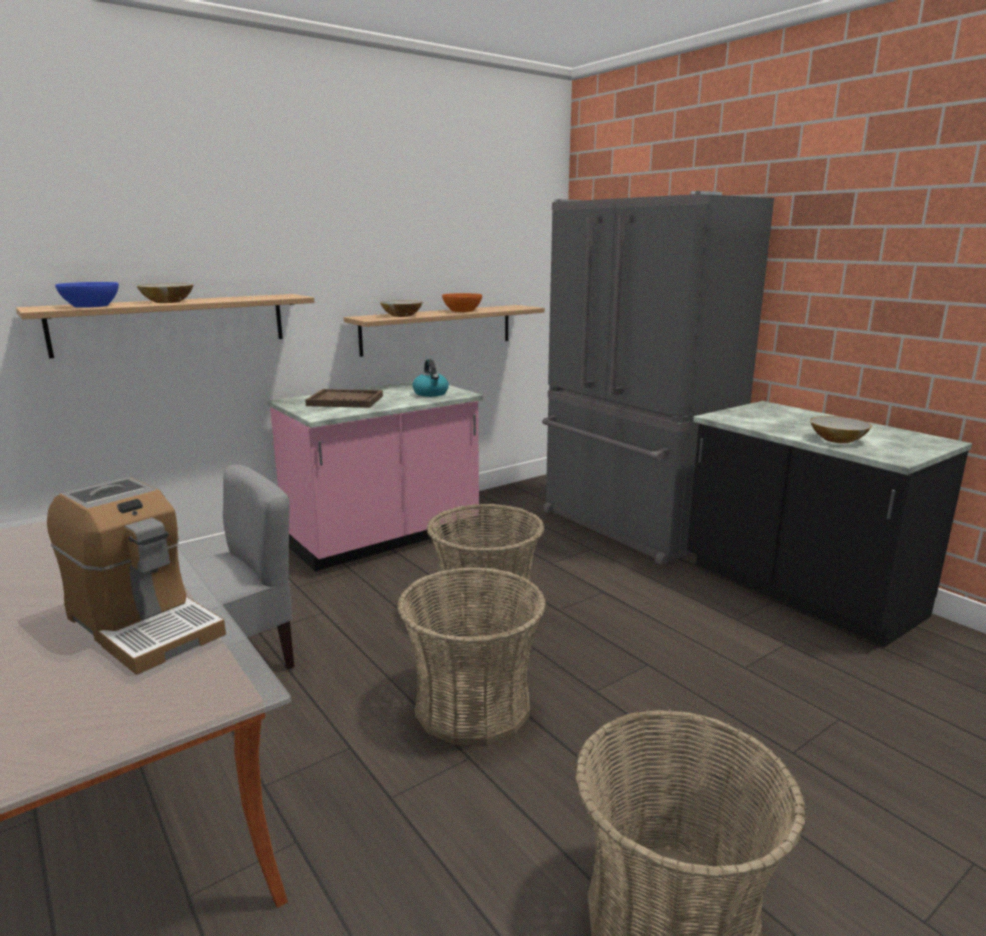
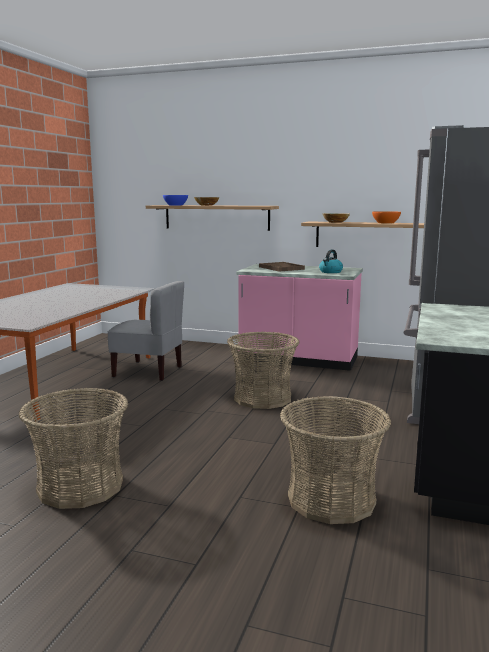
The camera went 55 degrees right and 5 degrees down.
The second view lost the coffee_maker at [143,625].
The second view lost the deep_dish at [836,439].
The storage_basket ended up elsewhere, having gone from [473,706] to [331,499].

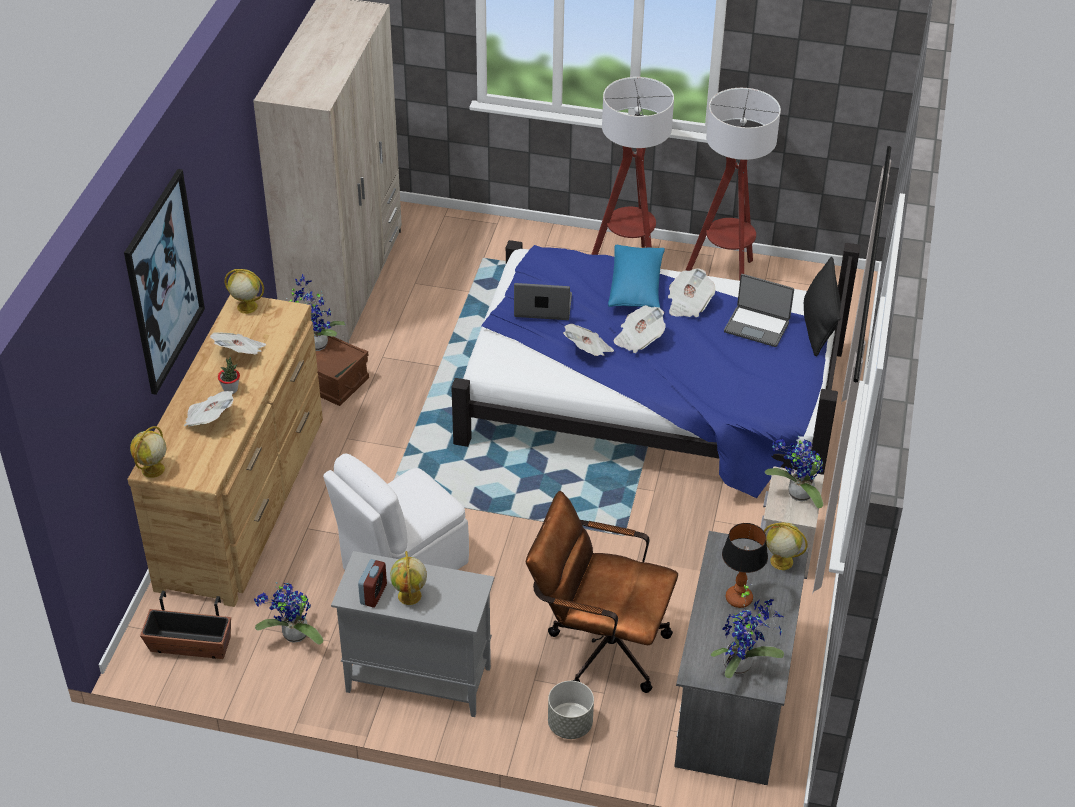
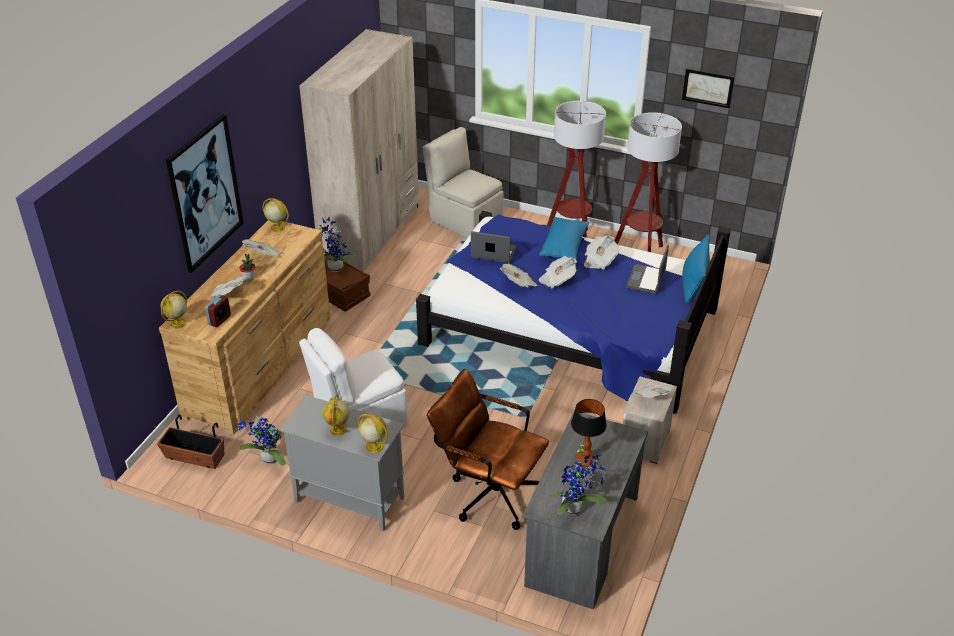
The camera went 10 degrees right and 5 degrees down.
The second view lost the gray_planter at [569,725].
The second view gained the beige_upright_chair at [464,220].
The second view gained the wall_picture at [708,88].
The bedside_clock ended up elsewhere, having gone from [373,594] to [219,320].
The desk_globe ended up elsewhere, having gone from [780,561] to [373,446].
Where the houseplant stood at [797,495], the newspaper came to stand at [653,397].
What was the black_cushion at [819,324] turned into the blue_cushion at [693,283].
The portable_computer at [757,326] ended up facing another way, 75 degrees clockwise from before.

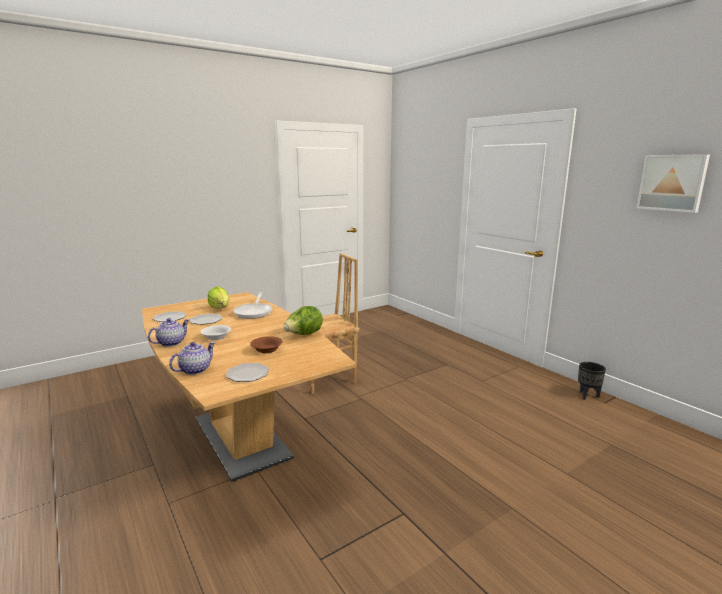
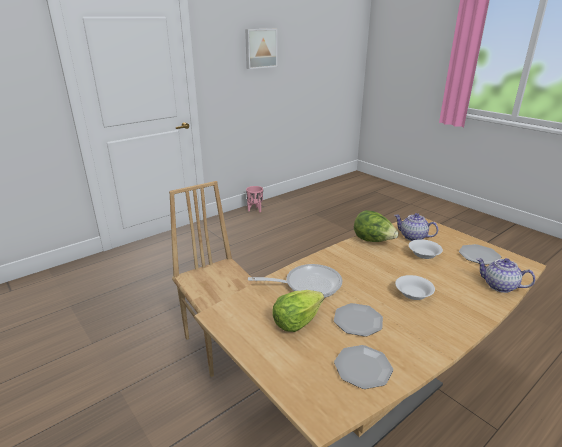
The camera went 95 degrees left and 10 degrees up.
The teapot ended up elsewhere, having gone from [171,343] to [412,237].
What was the brown-coloured_deep_dish at [267,350] turned into the whitish_deep_dish at [423,255].
What was the black_planter at [588,396] turned into the pinkish_planter at [255,210].

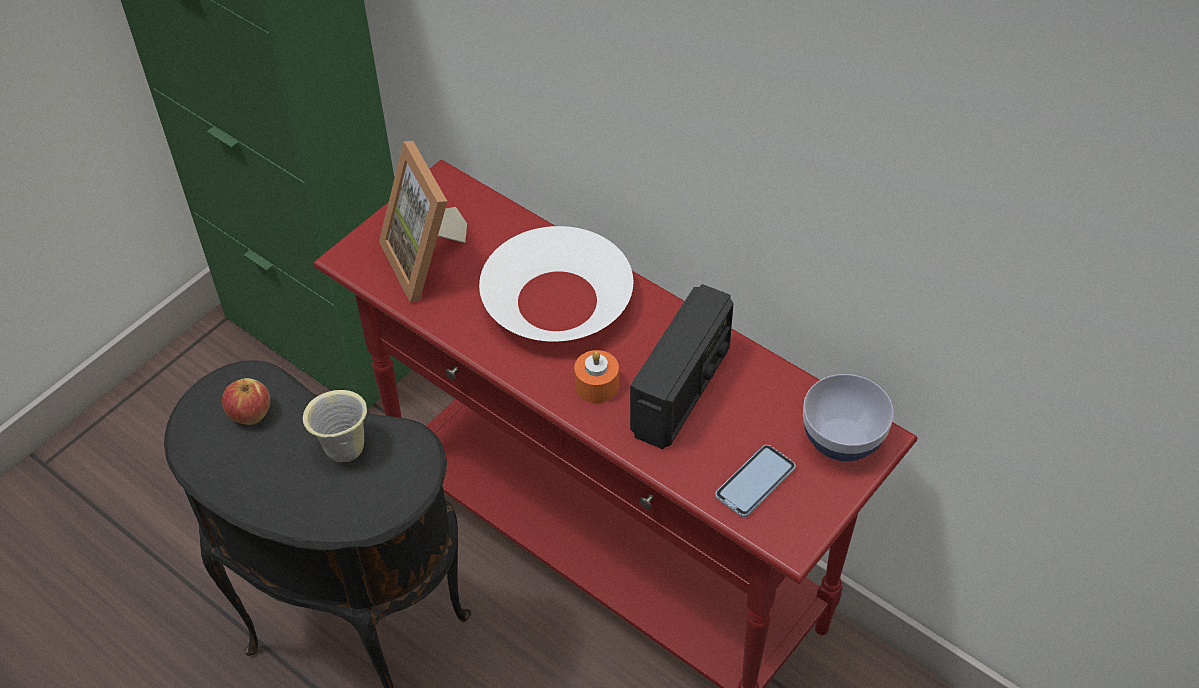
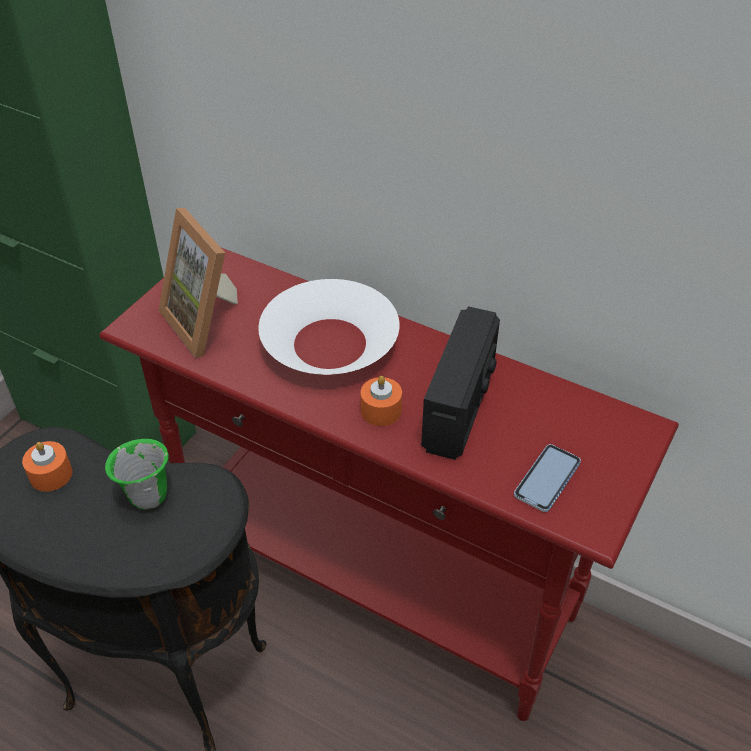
The camera went 10 degrees left and 5 degrees down.
The second view lost the deep_dish at [842,440].
Where the apple stood at [250,413], the orangey_wax_candle came to stand at [51,474].
What was the beige_mug at [343,447] turned into the greenish_mug at [146,496].

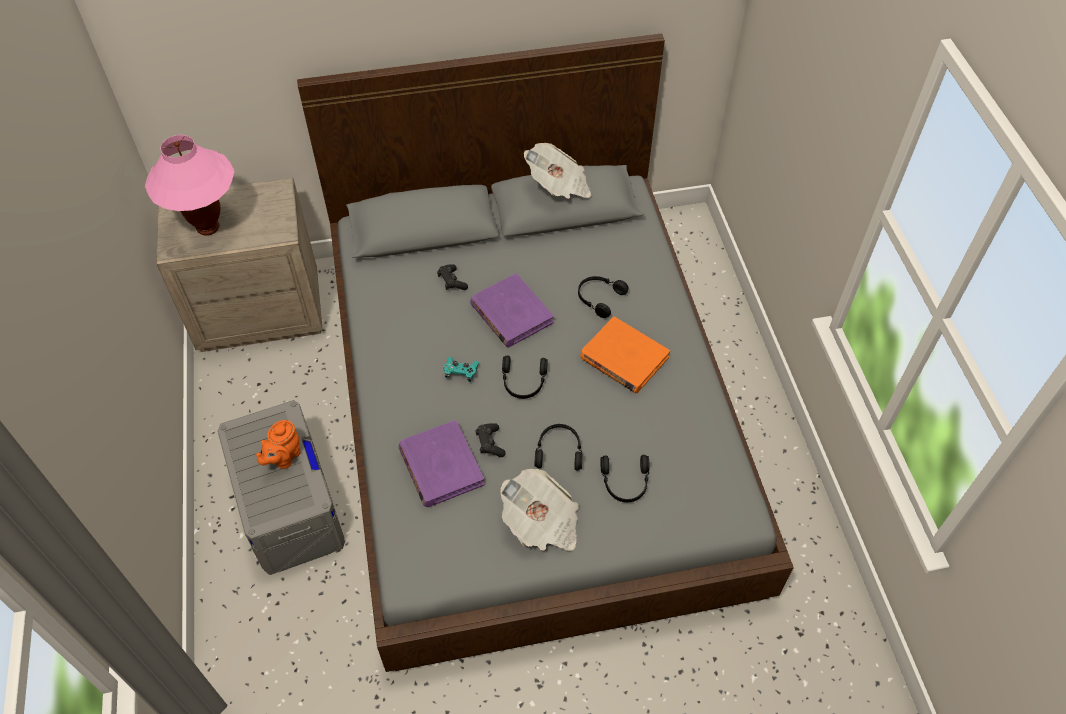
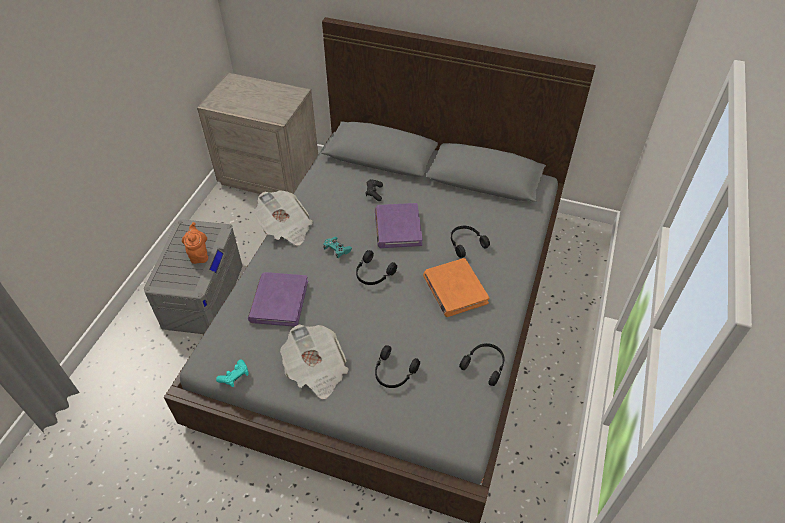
The camera went 30 degrees right and 5 degrees down.
The second view lost the pinkish_table_lamp at [208,228].
The second view lost the black_gamepad at [490,444].
The second view gained the turquoise-coloured_gamepad at [235,377].
The newspaper ended up elsewhere, having gone from [558,186] to [286,228].
The black_pair_of_headphones ended up elsewhere, having gone from [559,451] to [484,365].
The orangey_teapot at [284,457] ended up facing another way, 105 degrees clockwise from before.

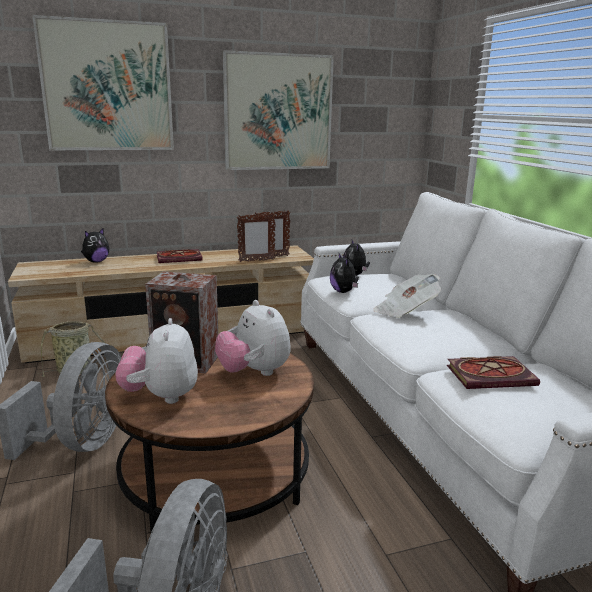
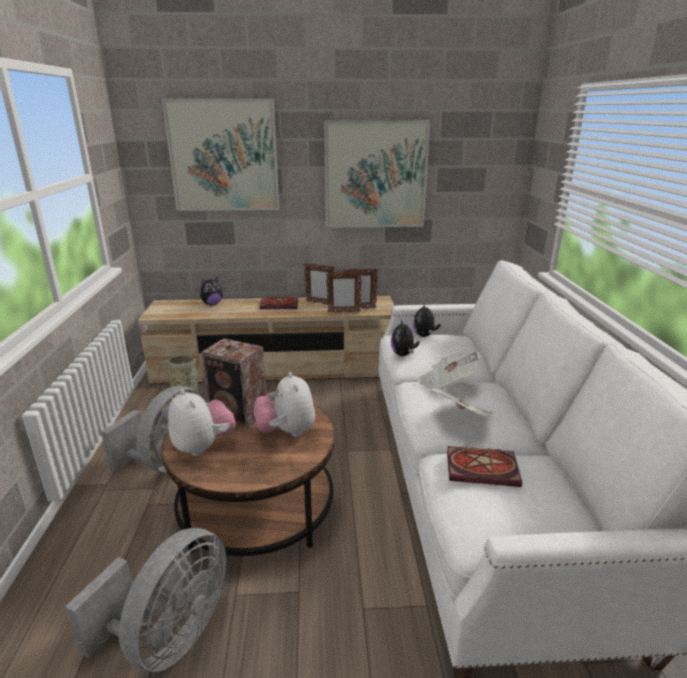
The camera went 15 degrees right and 5 degrees up.
The second view gained the picture_frame at [320,303].
The second view gained the newspaper at [462,418].
The cuddly_toy at [161,396] ended up facing another way, 135 degrees clockwise from before.

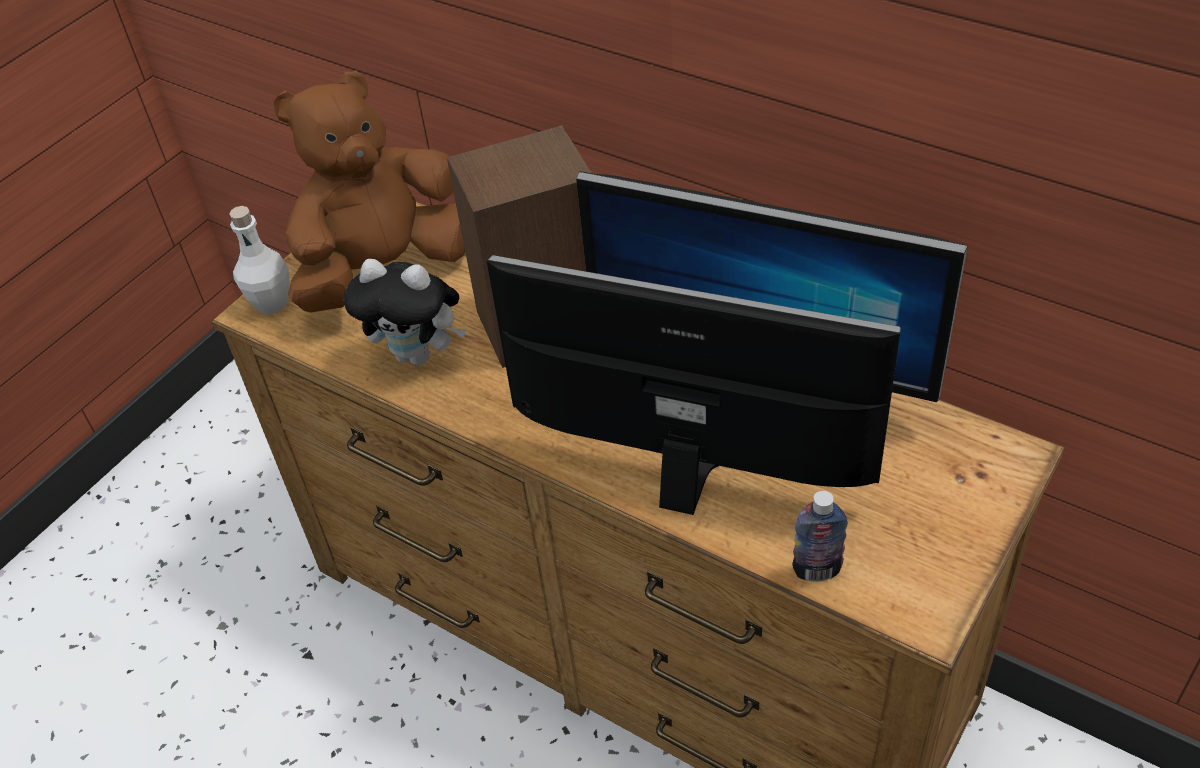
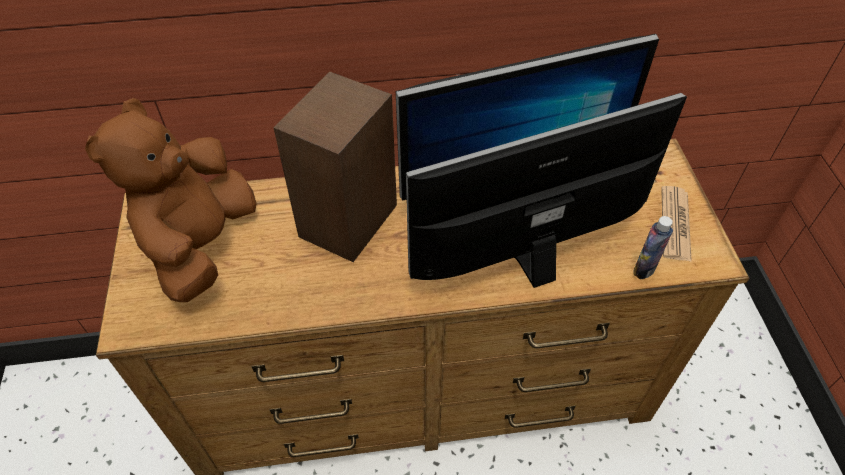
The camera went 45 degrees left and 5 degrees up.
The second view lost the whitish_beverage_bottle at [271,303].
The second view lost the cuddly_toy at [419,354].
The second view gained the newspaper at [675,224].

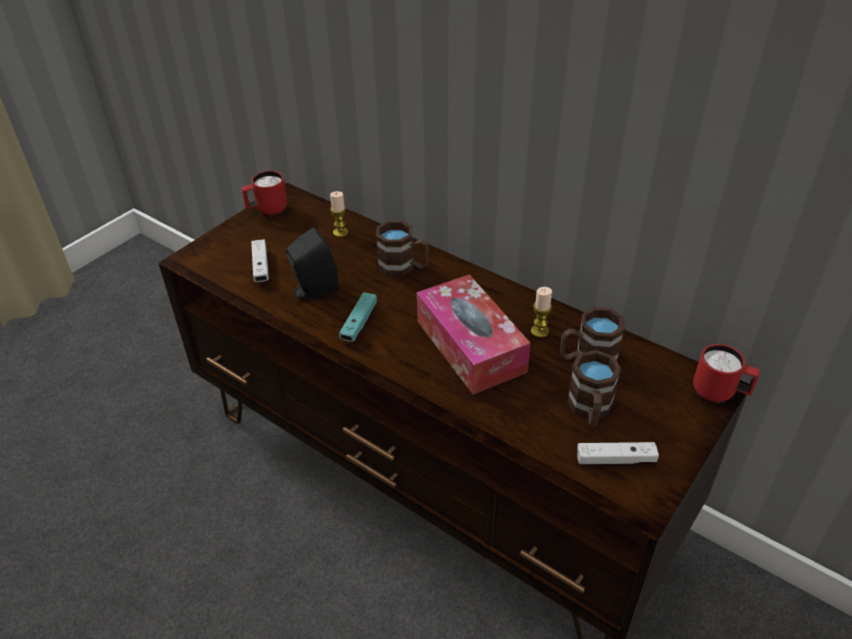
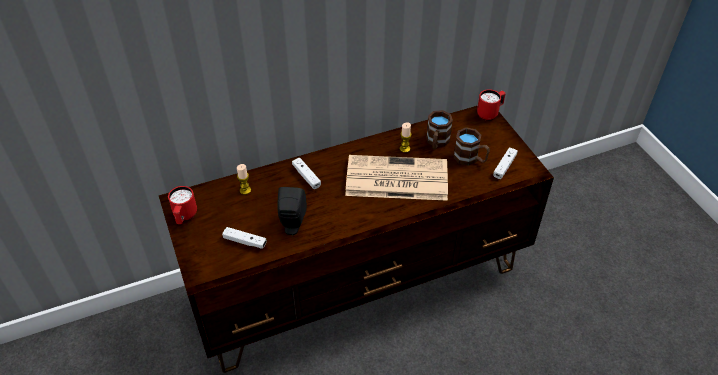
The camera went 60 degrees left and 5 degrees up.
The second view lost the turquoise-coloured_gamepad at [359,323].
Where the brown-coloured_mug stood at [403,267], the whitish_gamepad came to stand at [306,176].
Where the tissue_box stood at [470,346], the newspaper came to stand at [395,179].

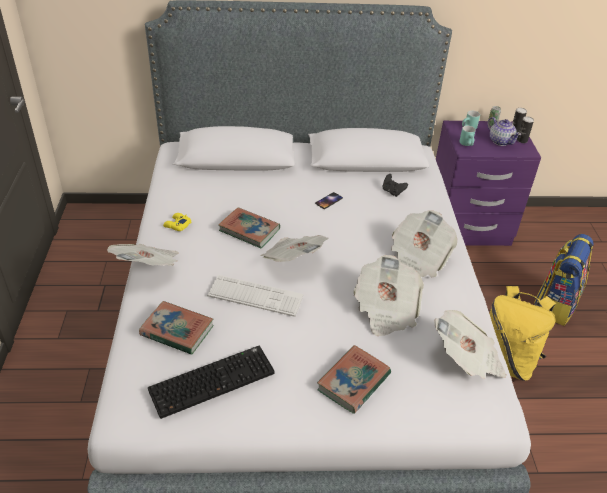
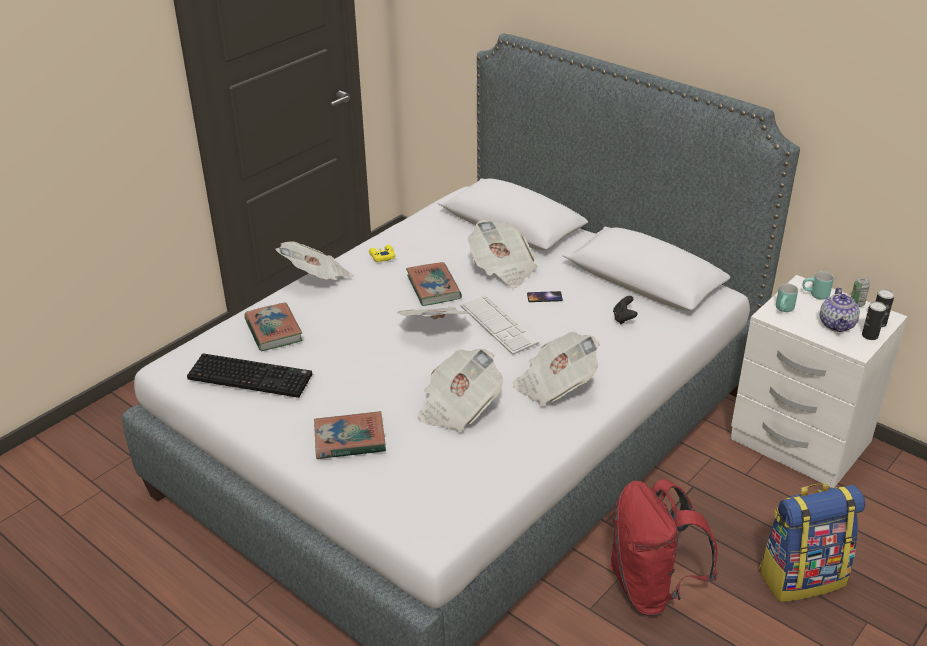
The camera went 45 degrees right and 5 degrees down.
The PC_keyboard ended up elsewhere, having gone from [255,296] to [498,325].
The newspaper ended up elsewhere, having gone from [467,359] to [502,269].
What was the purplish_nightstand at [467,228] turned into the whitish_nightstand at [799,442].
What was the yellow_knapsack at [506,361] turned into the red-coloured_knapsack at [652,588].

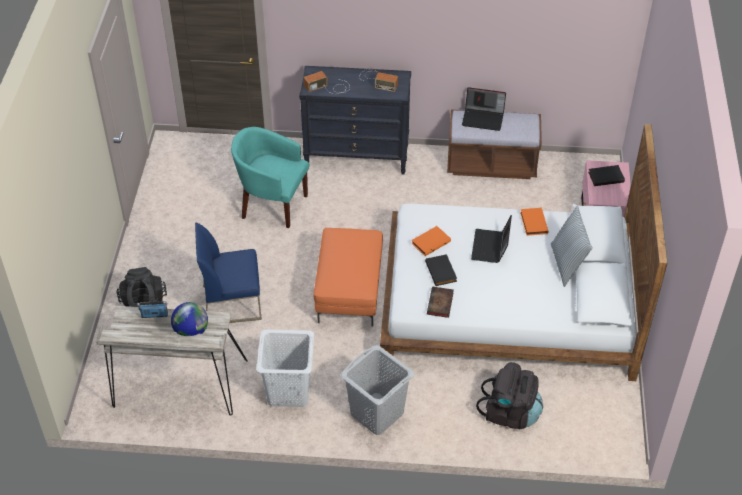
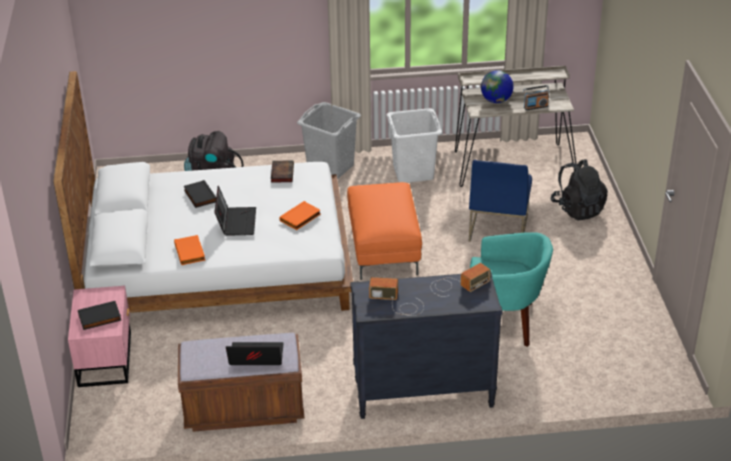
The camera went 170 degrees right and 10 degrees down.
The second view lost the cushion at [567,264].
The black_book ended up elsewhere, having gone from [441,272] to [199,196].
The blue_upright_chair at [232,302] ended up facing another way, 120 degrees clockwise from before.

